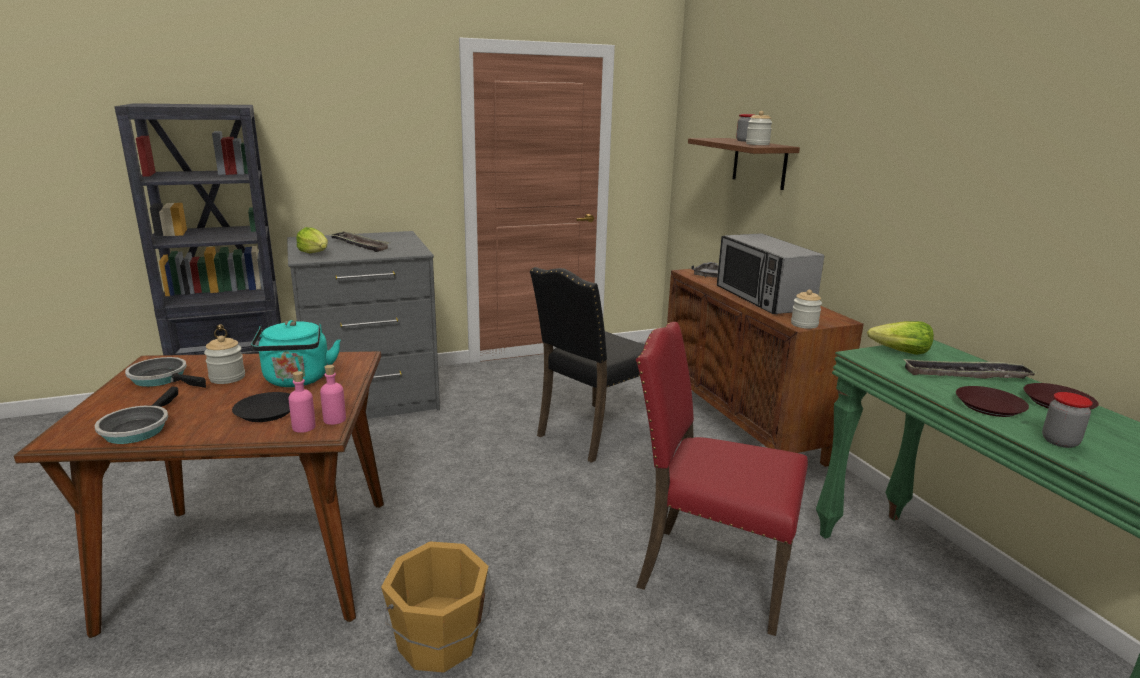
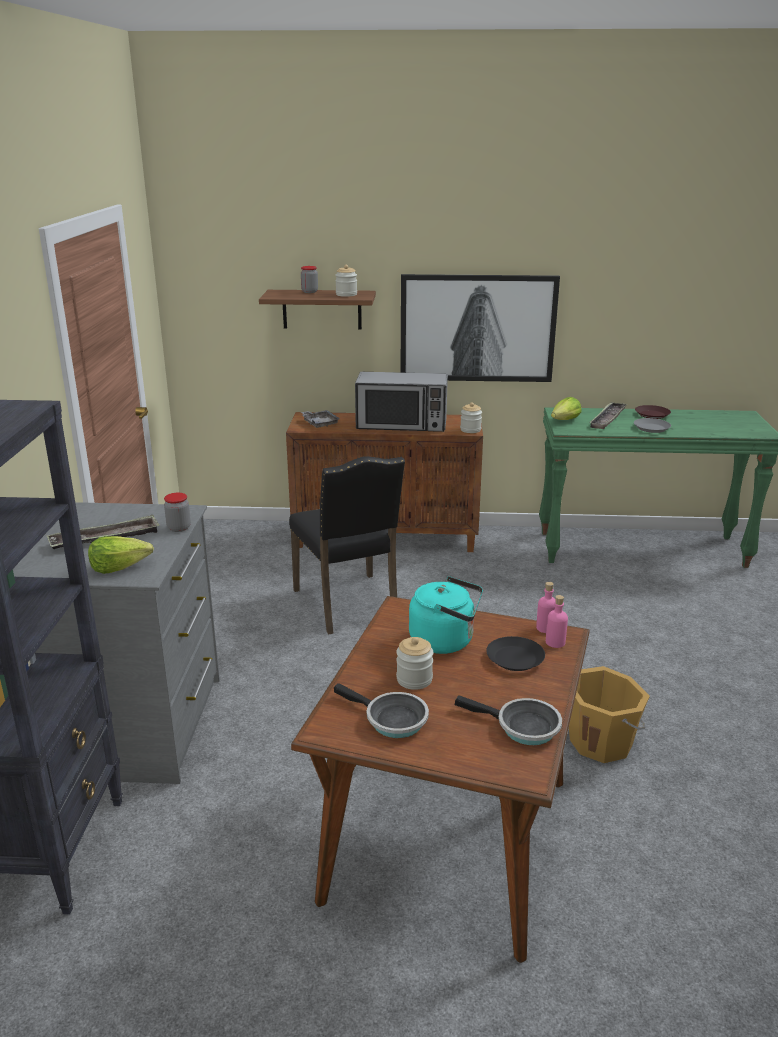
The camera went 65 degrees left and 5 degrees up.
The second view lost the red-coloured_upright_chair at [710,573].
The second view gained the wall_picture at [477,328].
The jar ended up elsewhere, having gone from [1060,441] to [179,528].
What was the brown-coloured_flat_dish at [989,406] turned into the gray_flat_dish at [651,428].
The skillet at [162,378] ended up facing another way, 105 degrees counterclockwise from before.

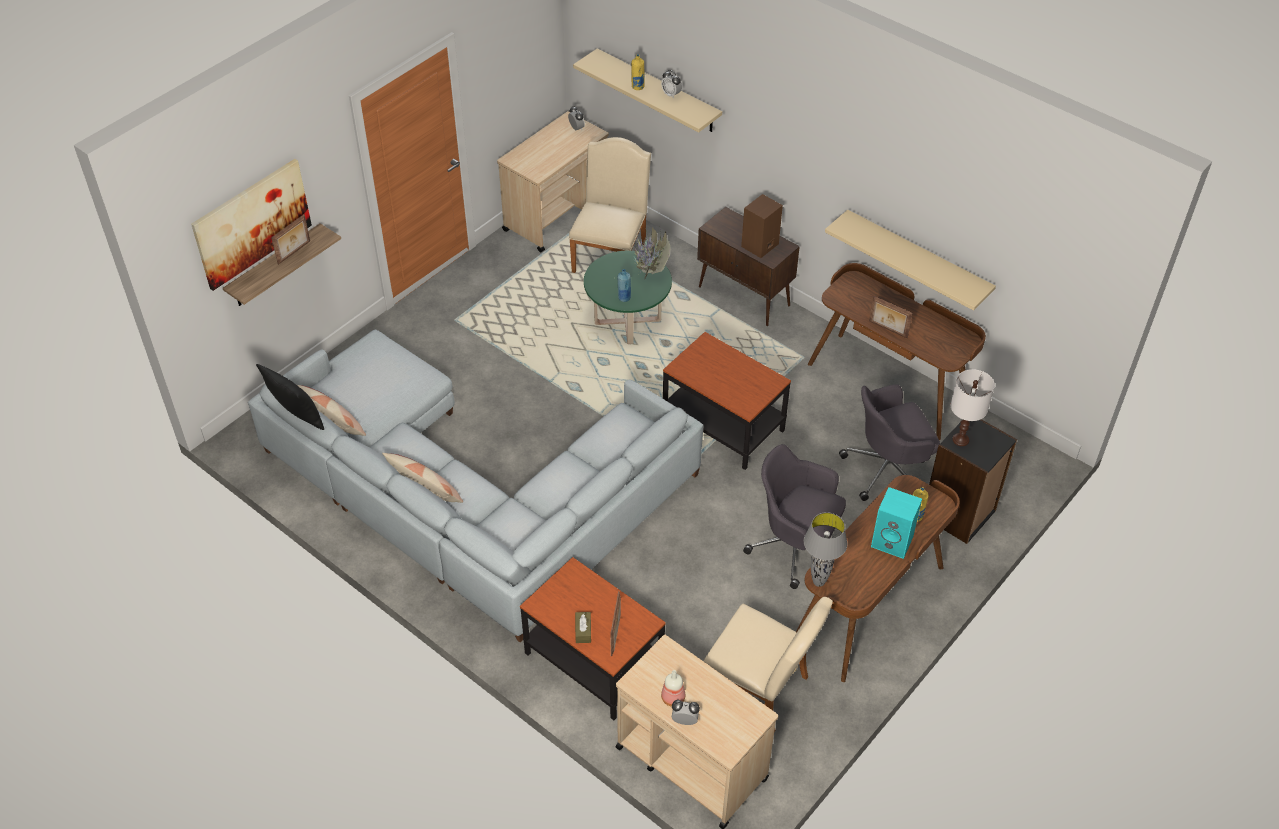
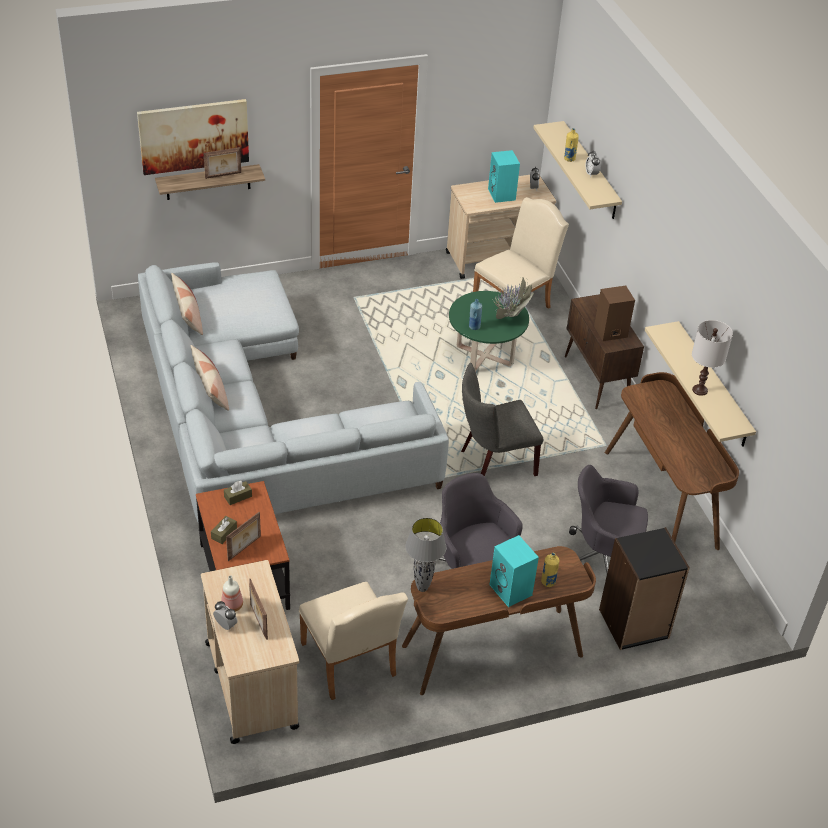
The camera went 30 degrees right and 5 degrees down.
The second view lost the black_cushion at [296,417].
The second view gained the brown-coloured_tissue_box at [238,496].
The second view gained the turquoise-coloured_speaker at [502,195].
The picture_frame ended up elsewhere, having gone from [887,330] to [258,621].
The whitish_table_lamp ended up elsewhere, having gone from [961,440] to [700,390].
Where the end_table stood at [723,425], the gray_upright_chair came to stand at [493,463].

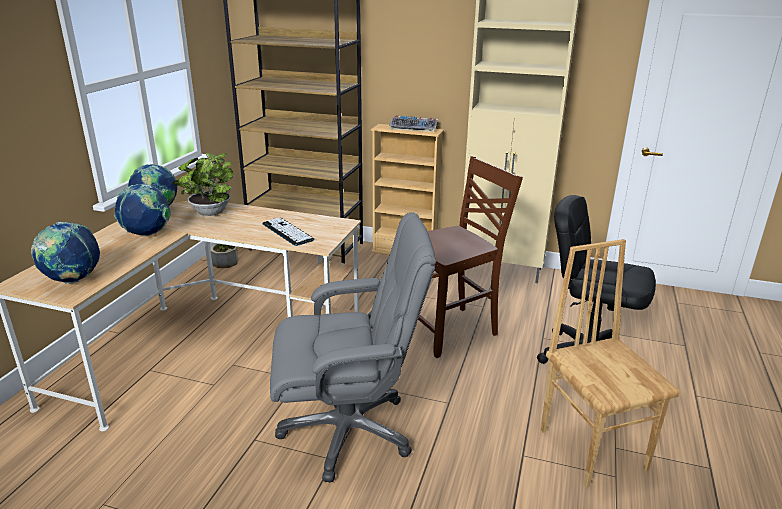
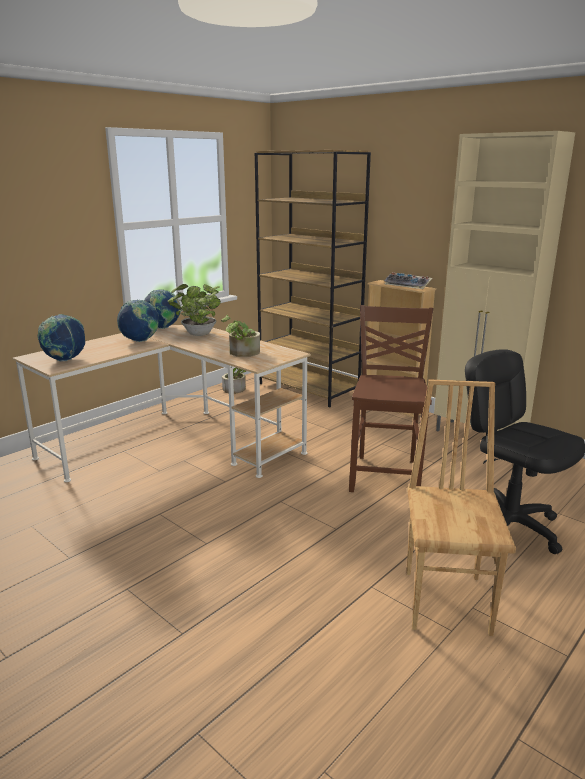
The camera went 25 degrees right and 5 degrees down.
The second view lost the gray_desk_chair at [349,430].
Where the PC_keyboard stood at [287,232], the houseplant came to stand at [241,353].
The brown-coloured_upright_chair at [451,330] ended up facing another way, 75 degrees counterclockwise from before.

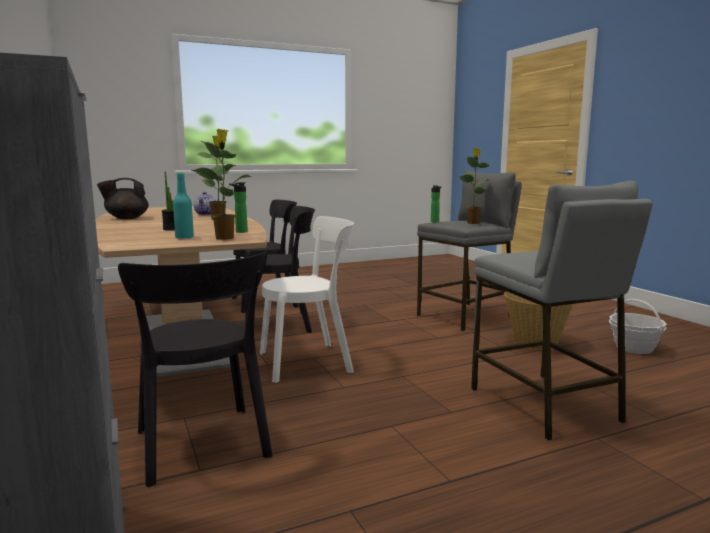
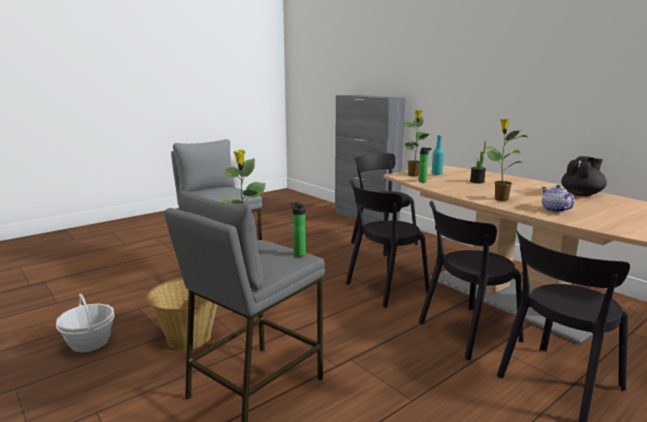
The camera went 165 degrees right and 5 degrees up.
What was the whitish_upright_chair at [310,362] turned into the black_upright_chair at [383,288].

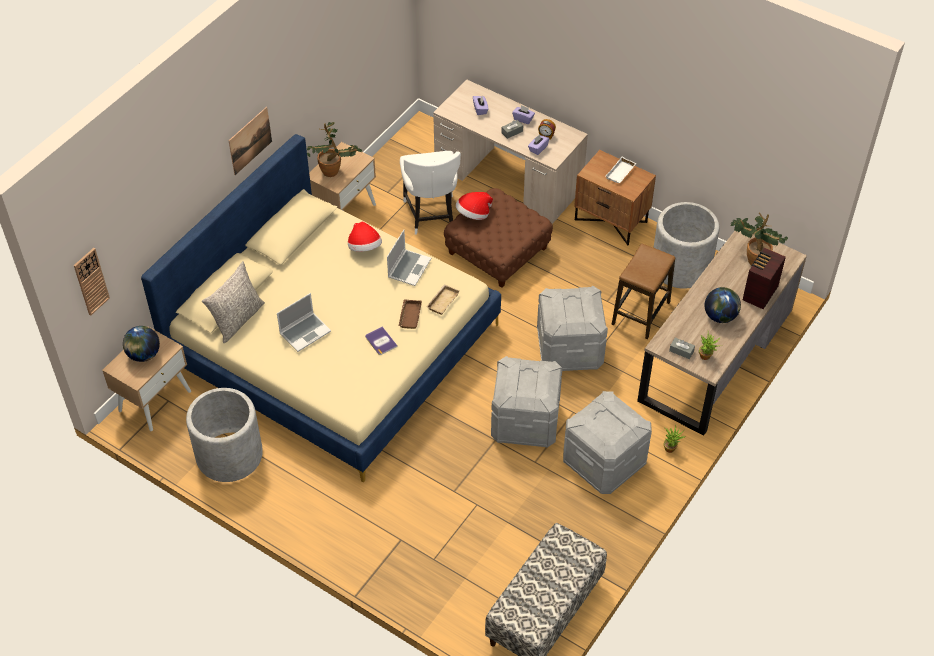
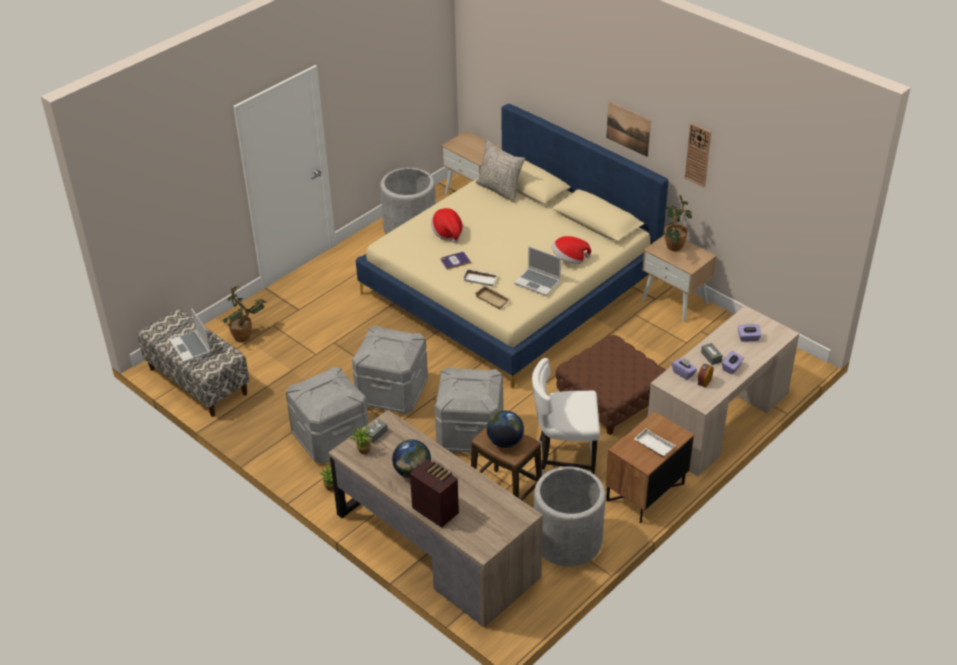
The camera went 100 degrees right and 10 degrees down.
The hanging_clock ended up elsewhere, having gone from [91,281] to [698,155].
The desk_globe ended up elsewhere, having gone from [144,355] to [505,441].
The portable_computer ended up elsewhere, having gone from [305,332] to [191,347].
The whitish_upright_chair ended up elsewhere, having gone from [431,216] to [564,459].
The clothing_hat ended up elsewhere, having gone from [473,214] to [447,233].
The houseplant ended up elsewhere, having gone from [753,258] to [246,336].
What was the brown-coloured_serving_tray at [409,315] turned into the whitish_serving_tray at [481,279].

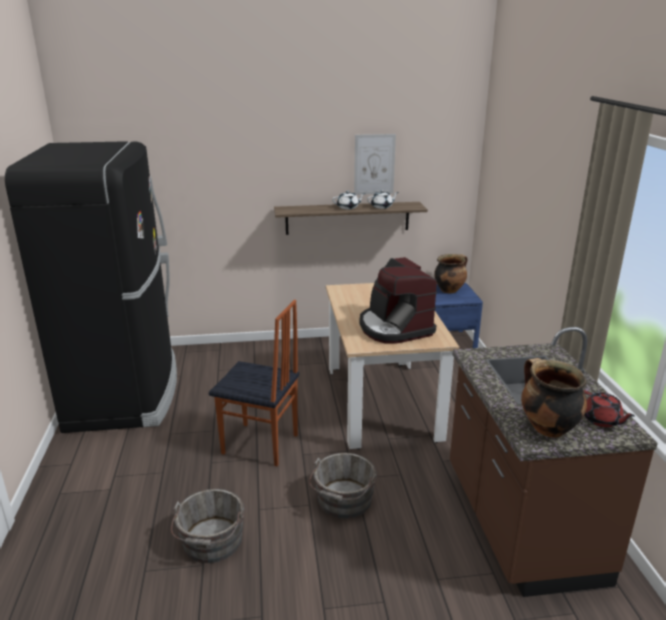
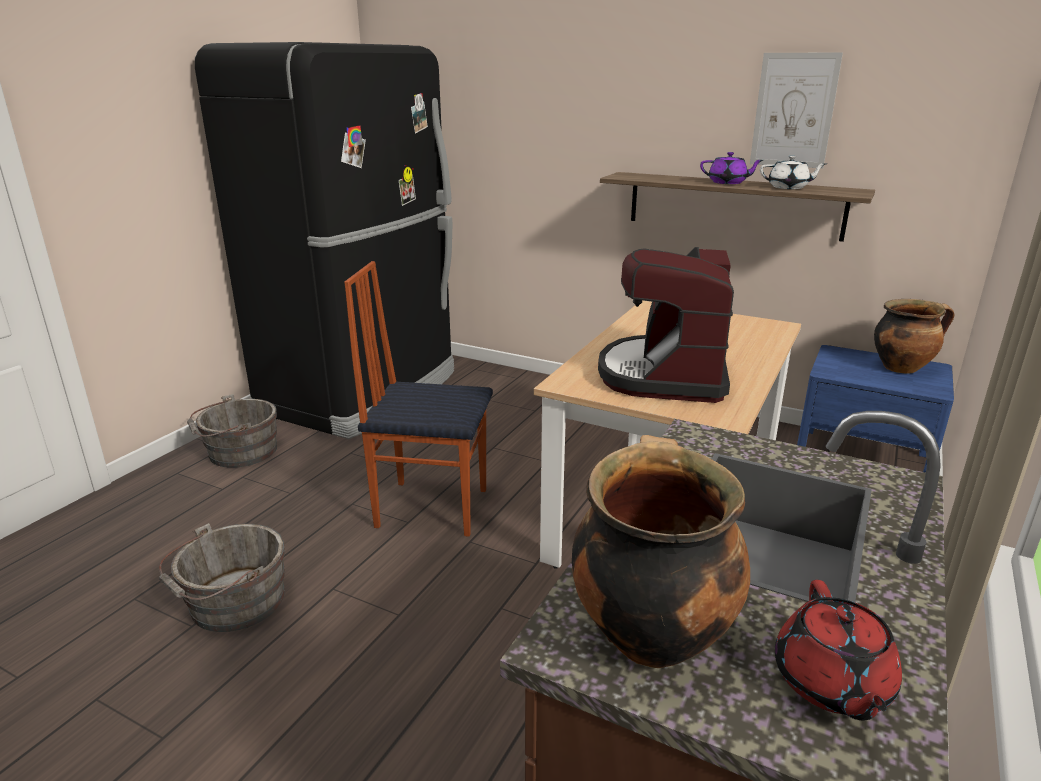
The camera went 35 degrees right and 0 degrees up.
The gray_pail ended up elsewhere, having gone from [343,501] to [238,452].
What was the whitish_teapot at [348,207] turned into the purplish_teapot at [728,182].
The upright_chair at [260,445] ended up facing another way, 135 degrees clockwise from before.

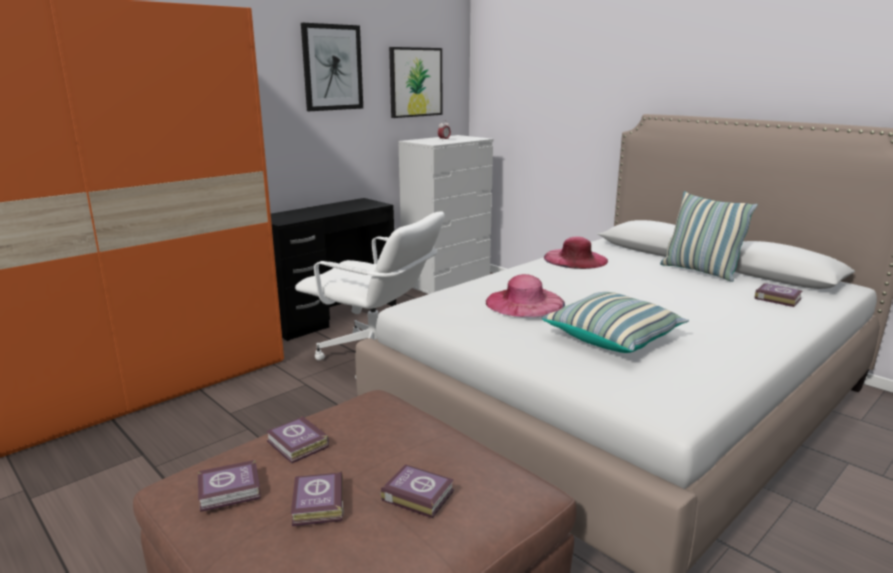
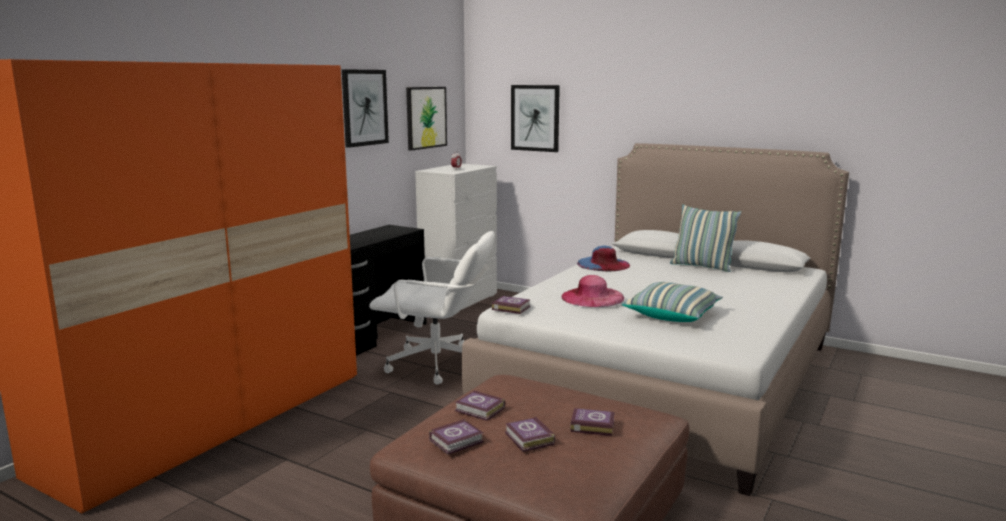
The camera went 15 degrees left and 5 degrees down.
The second view gained the wall_picture at [535,118].
The book ended up elsewhere, having gone from [776,298] to [510,308].
What was the pinkish_clothing_hat at [575,259] turned into the blue_clothing_hat at [603,264].

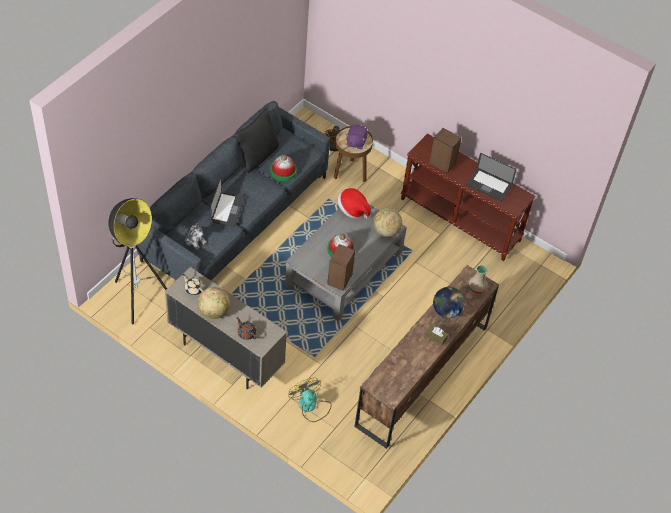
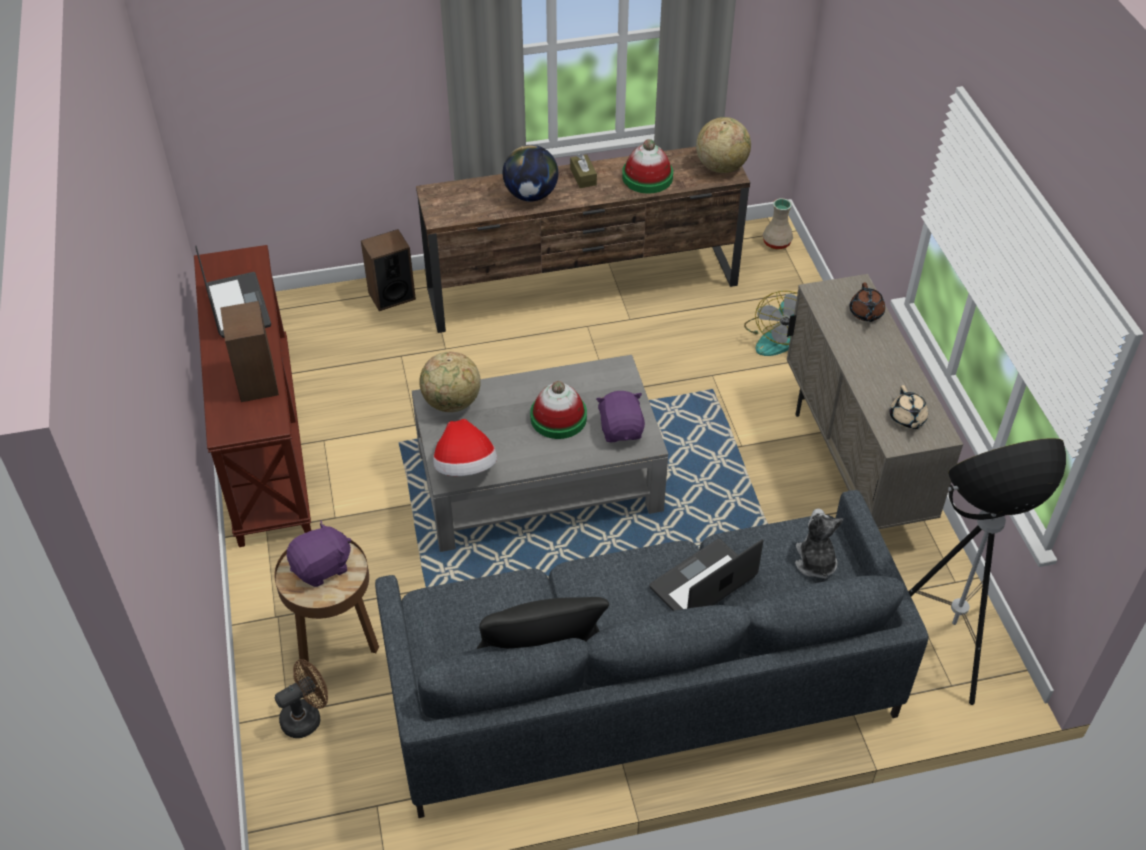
The camera went 135 degrees left and 5 degrees down.
The second view gained the purplish_cuddly_toy at [621,429].
The desk_globe ended up elsewhere, having gone from [214,312] to [721,167].
The clothing_hat ended up elsewhere, having gone from [283,171] to [647,177].
The speaker ended up elsewhere, having gone from [340,279] to [391,296].
The beige_flower_vase ended up elsewhere, having gone from [477,287] to [776,243].

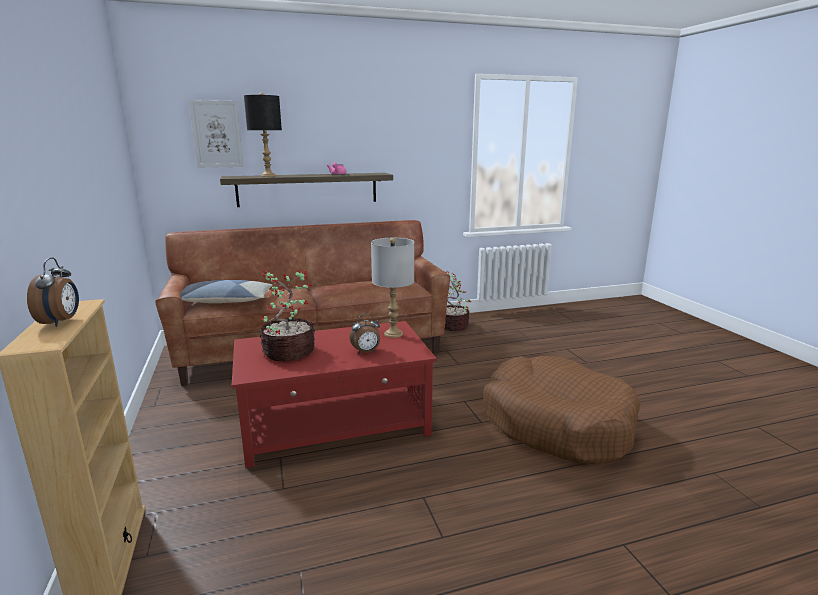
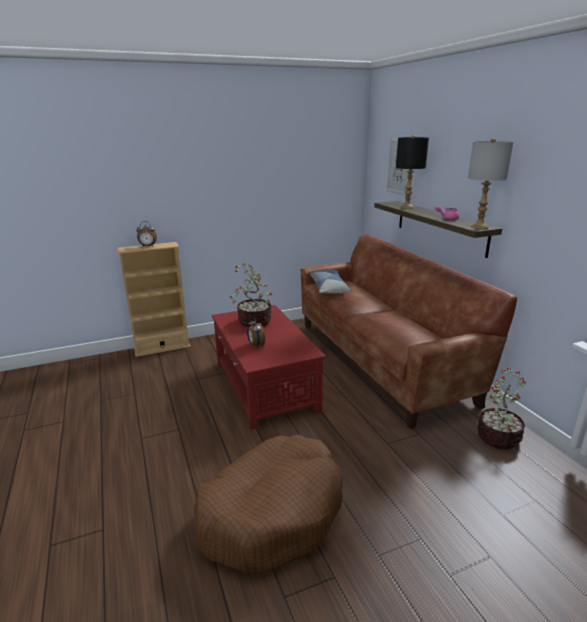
The camera went 85 degrees right and 5 degrees up.
The gray_table_lamp ended up elsewhere, having gone from [393,334] to [479,227].

